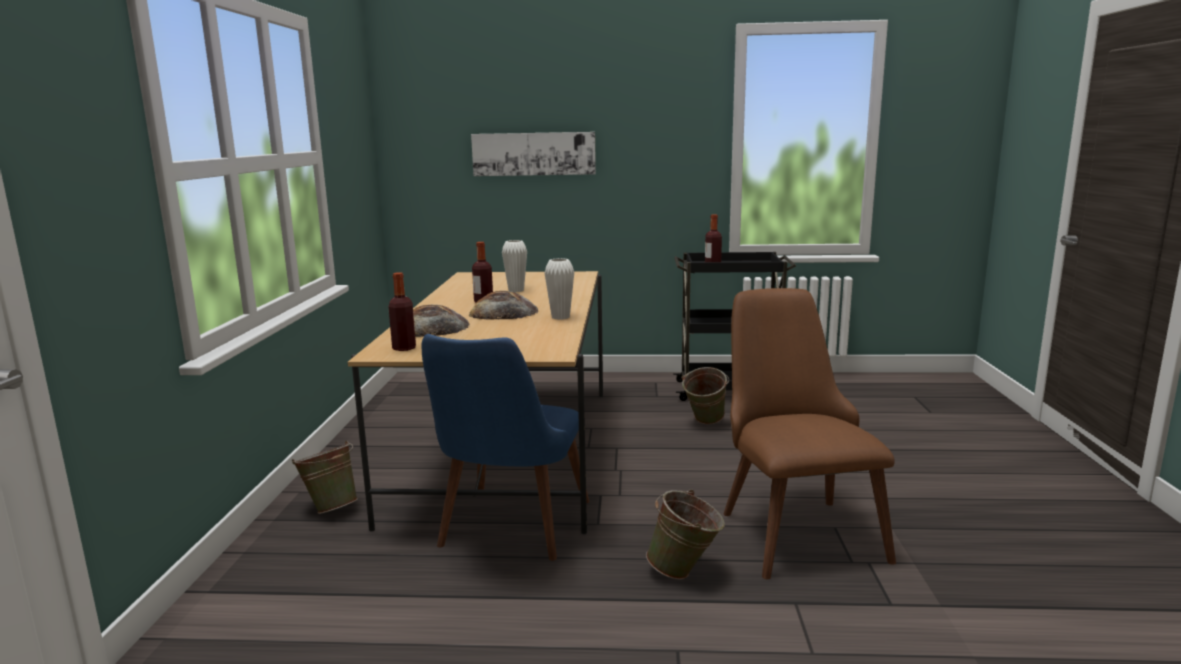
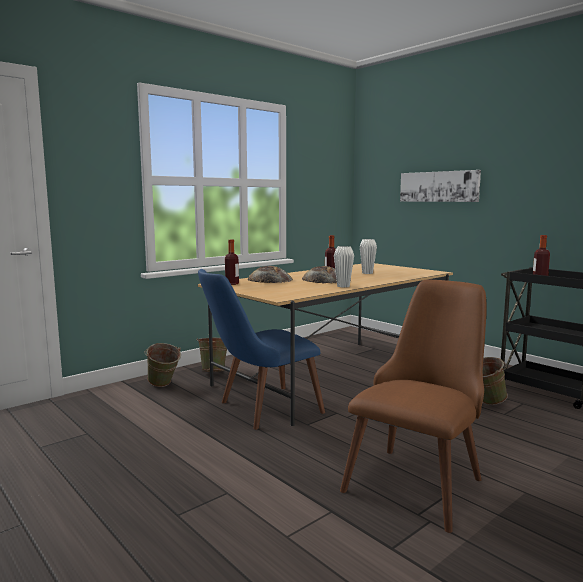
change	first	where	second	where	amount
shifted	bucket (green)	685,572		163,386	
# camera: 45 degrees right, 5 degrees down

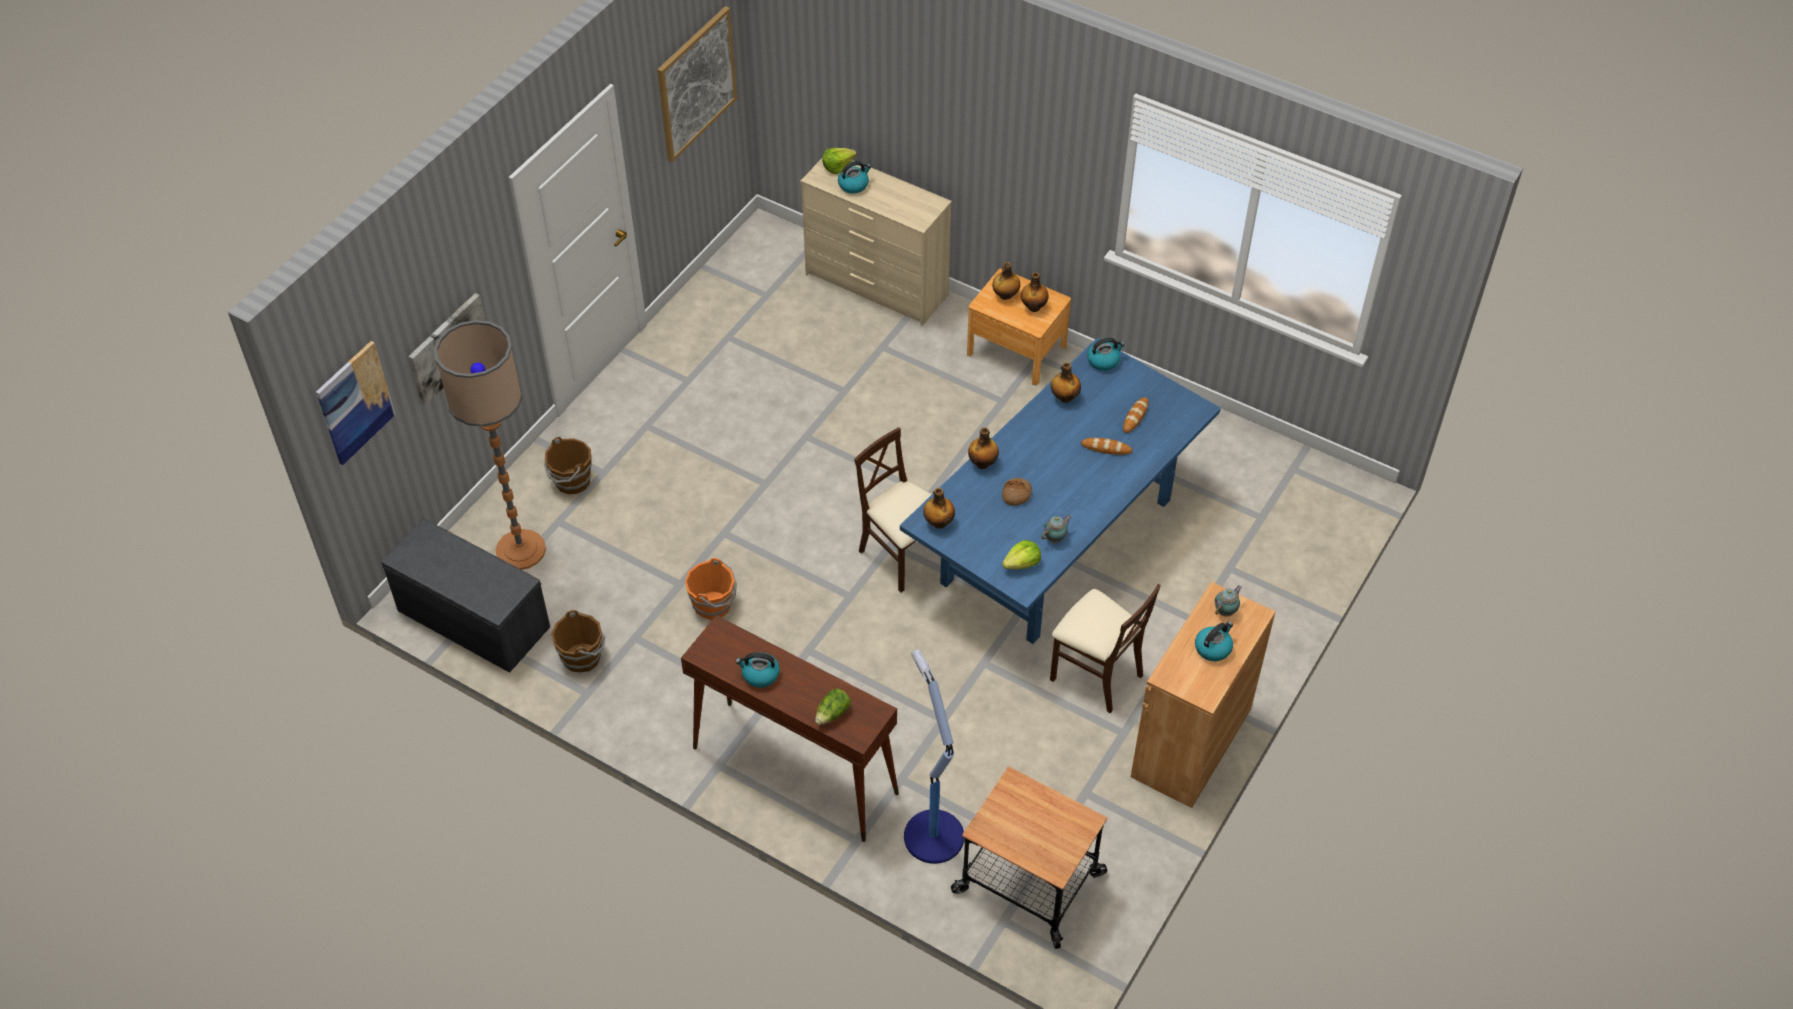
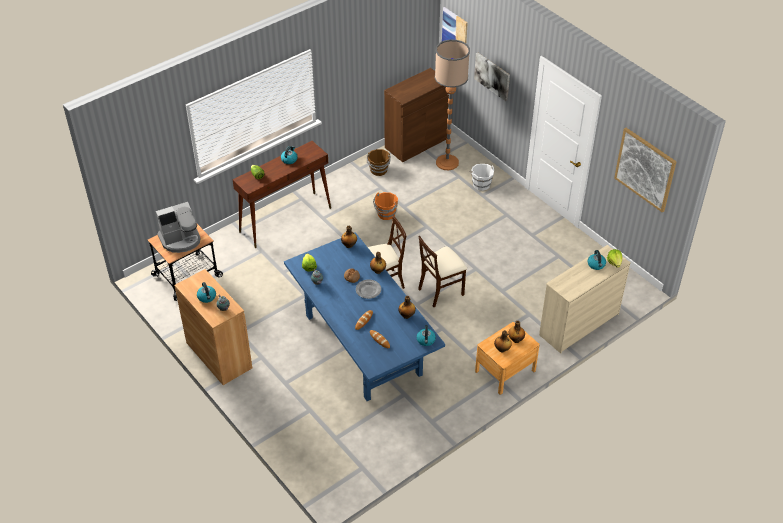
change	first	where	second	where	amount
gone	floor lamp	932,834			
new			coffee machine	180,239	
new			plate (grey)	368,290	
shifted	chair (beige)	1096,675		441,291	
swapped	bench (grey)	471,619	cabinet (brown)	415,143	
repainted	bucket (brown)	571,481	bucket (white)	481,184	
# camera: 110 degrees right, 5 degrees down

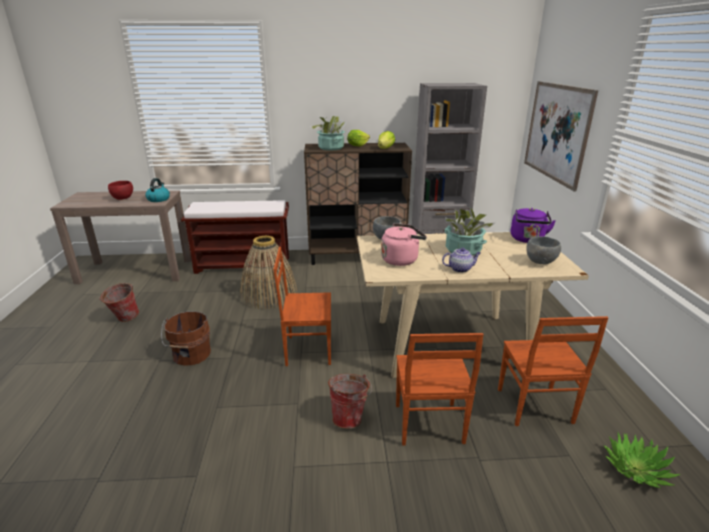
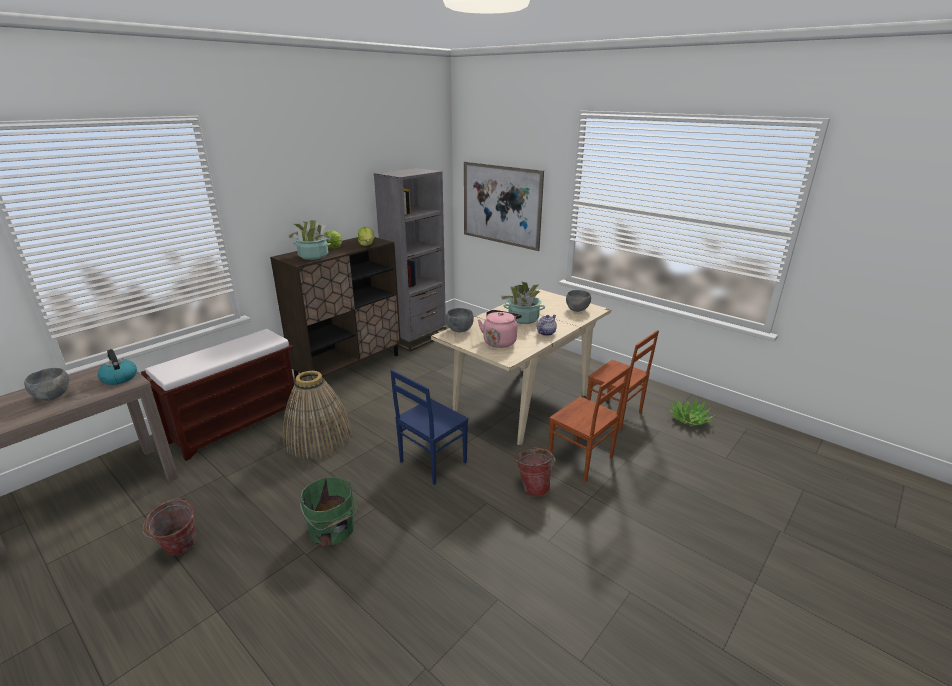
change	first	where	second	where	amount
gone	kettle (purple)	527,240			
repainted	bowl (red)	123,198	bowl (grey)	53,396	
repainted	bucket (brown)	191,355	bucket (green)	332,530	
repainted	chair (brown)	308,349	chair (blue)	431,462	
# camera: 45 degrees left, 0 degrees up

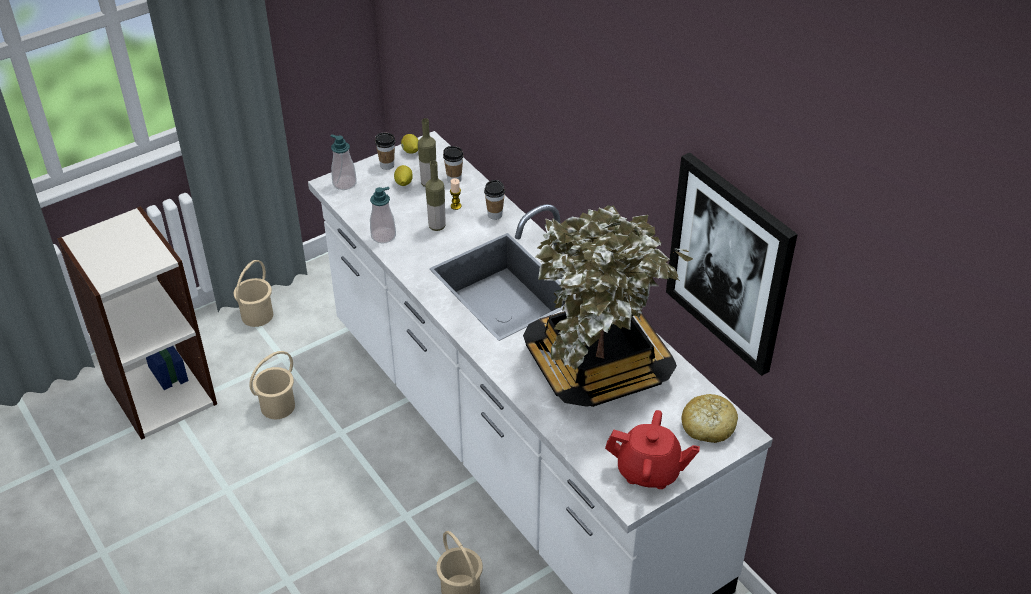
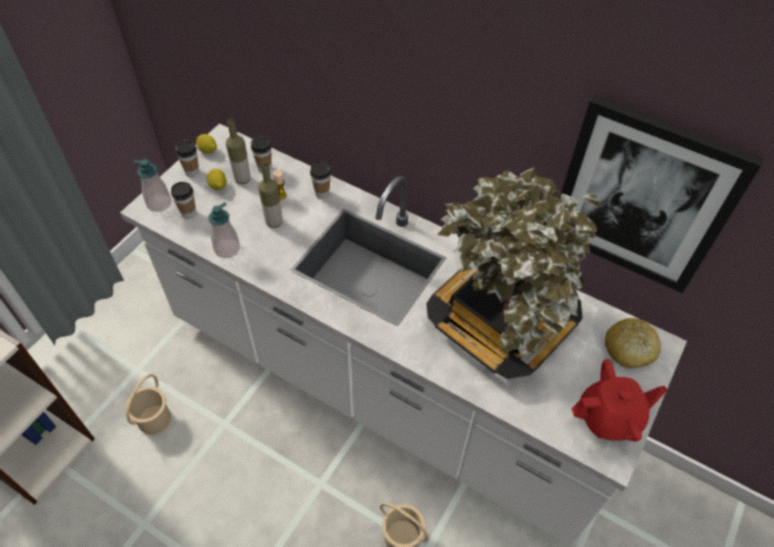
change	first	where	second	where	amount
gone	bucket (beige)	256,315			
new			cup	189,213	
# camera: 25 degrees left, 10 degrees up

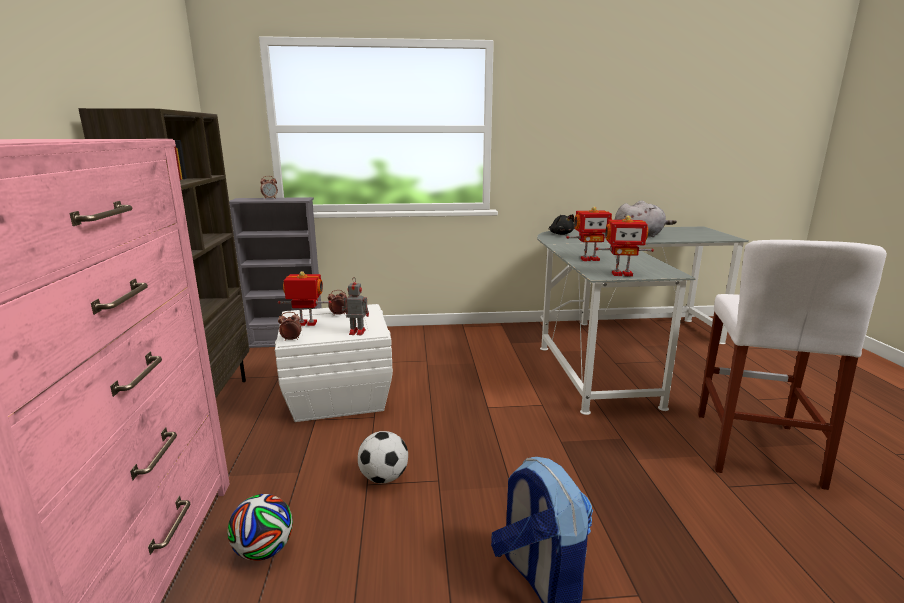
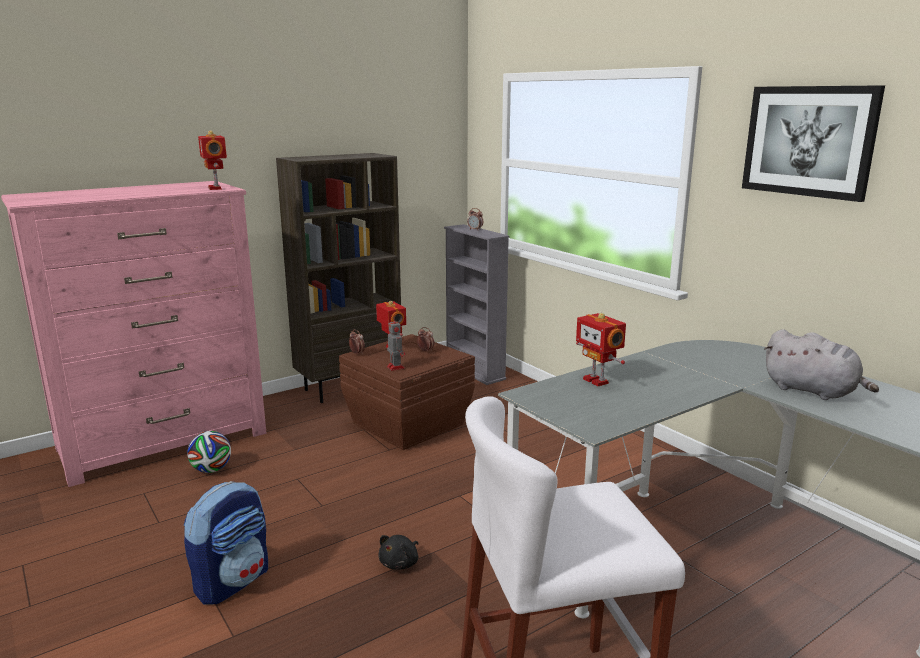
change	first	where	second	where	amount
gone	football	384,478			
new			picture	808,141	
shifted	plush toy (black)	561,234		400,563	
shifted	toy robot	621,274		216,188	
repainted	storage box (white)	337,395	storage box (brown)	408,423	
# camera: 60 degrees right, 0 degrees up

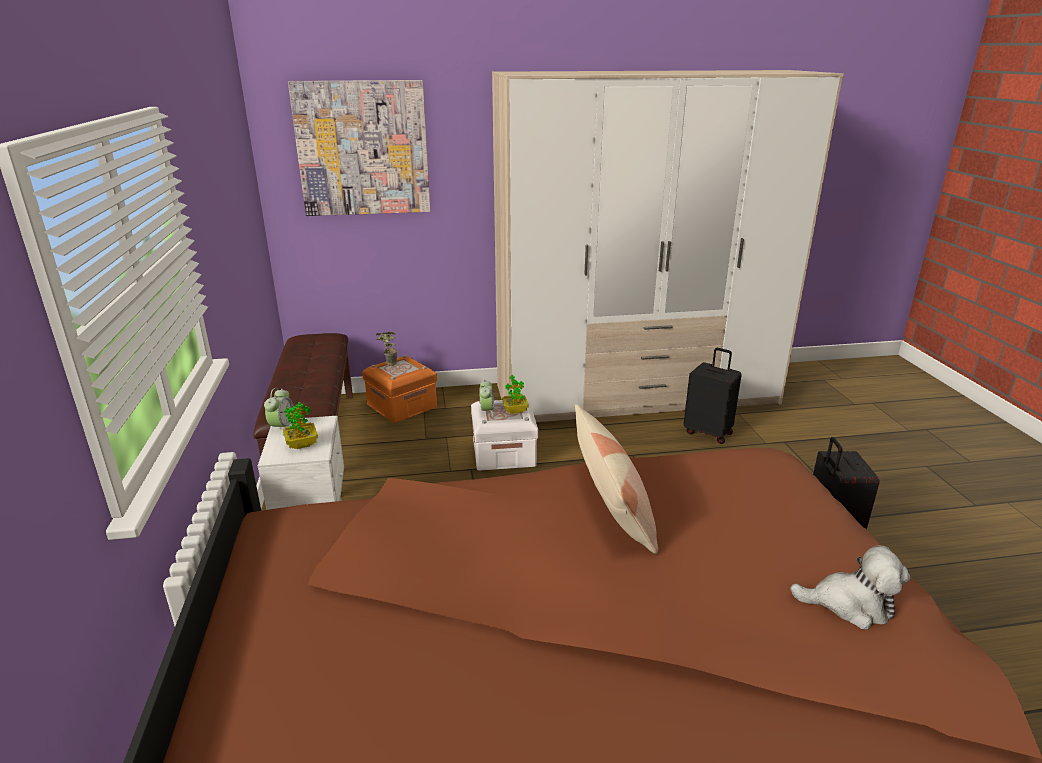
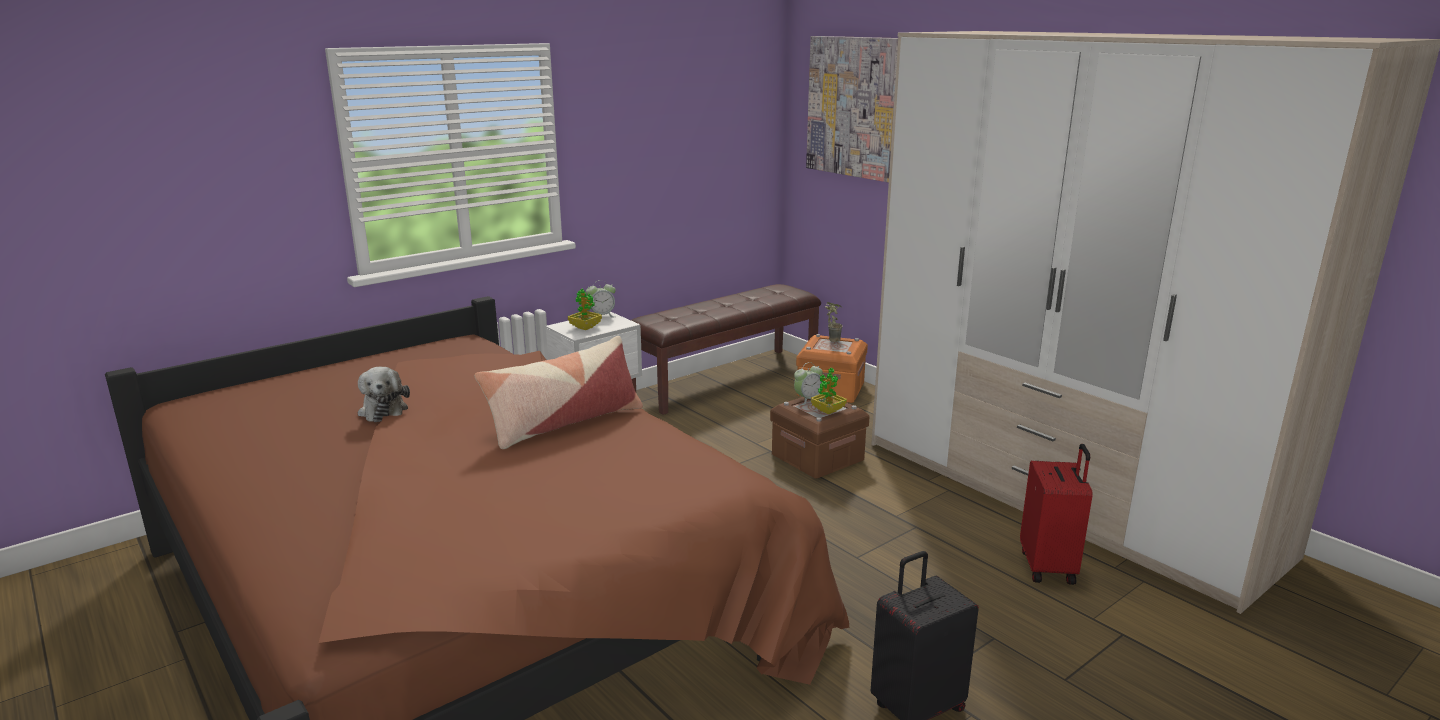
change	first	where	second	where	amount
shifted	plush toy	850,605		384,410	
repainted	storage box (white)	503,453	storage box (brown)	817,457	
repainted	suitcase (black)	708,432	suitcase (red)	1049,567	
# camera: 60 degrees right, 5 degrees down

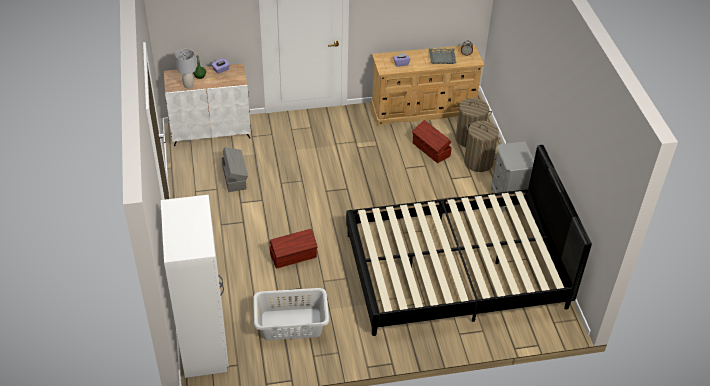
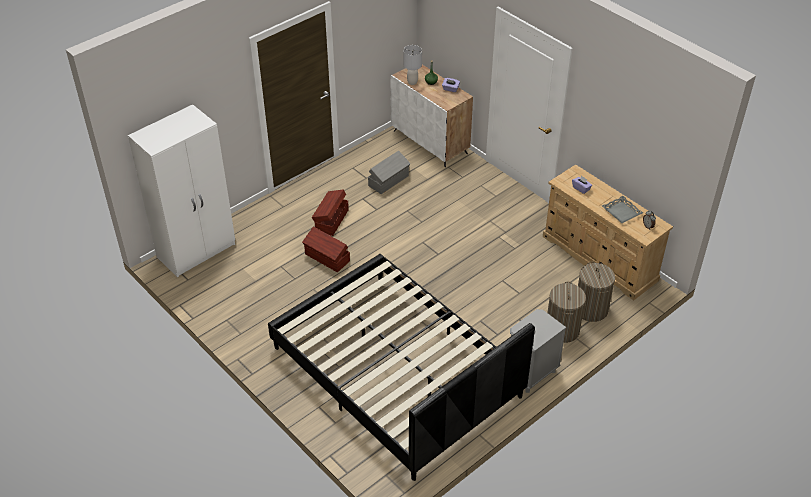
change	first	where	second	where	amount
gone	laundry basket (grey)	291,324			
shifted	storage box (brown)	431,150		331,220	
# camera: 60 degrees right, 0 degrees up

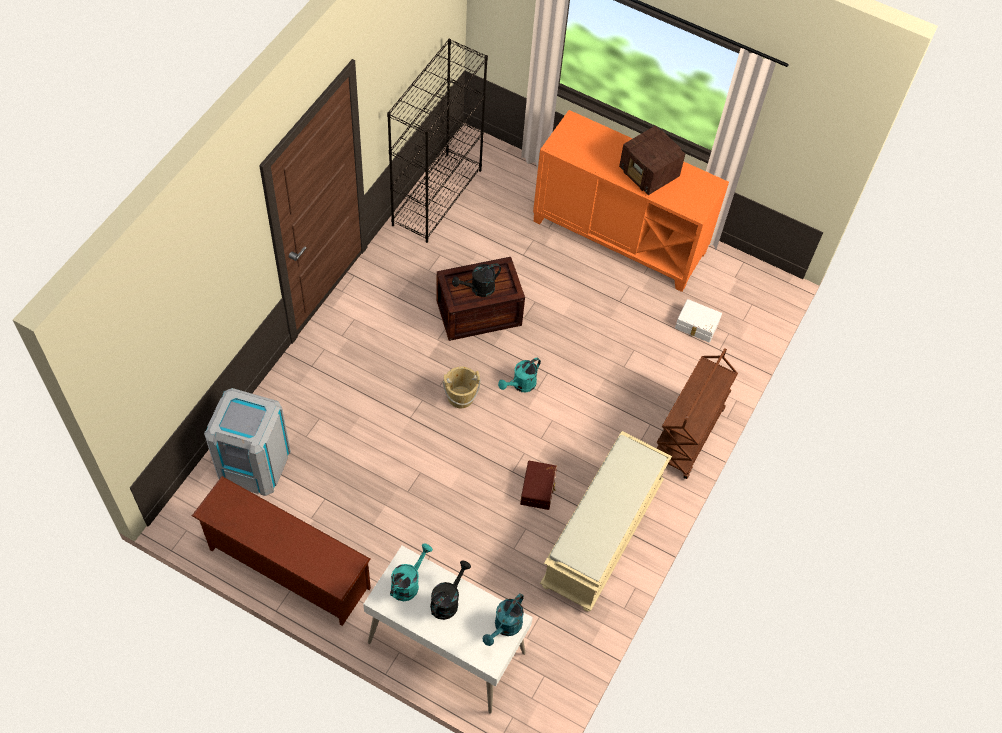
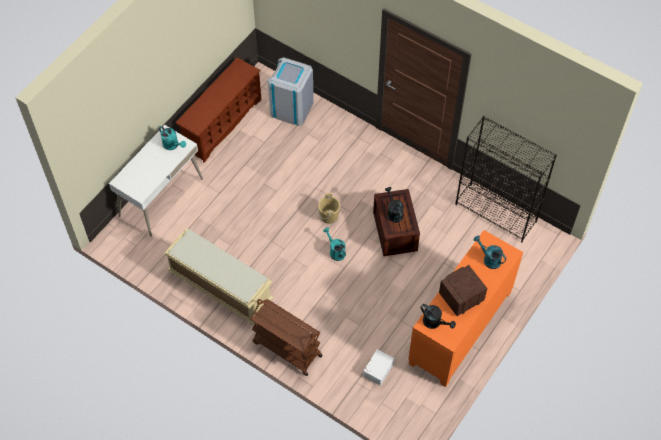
change	first	where	second	where	amount
gone	storage box (brown)	539,489			
shifted	watering can (black)	447,601		434,323	
shifted	watering can (turquoise)	505,627		489,259	
# camera: 100 degrees right, 0 degrees up

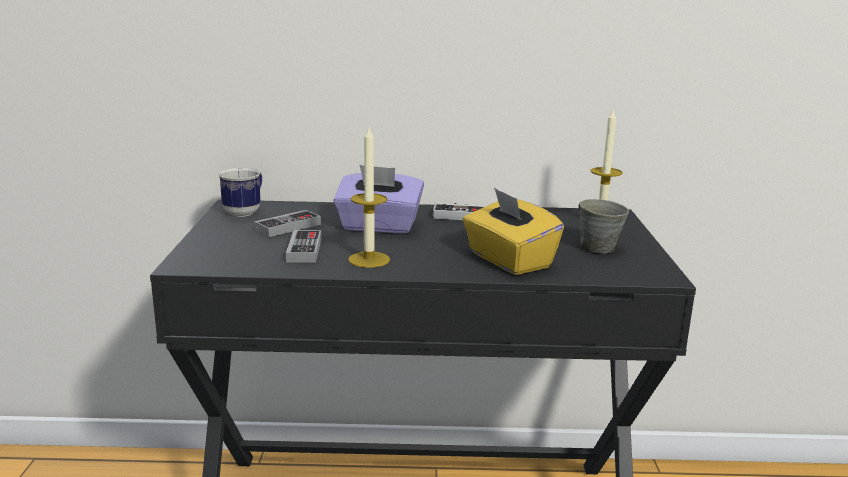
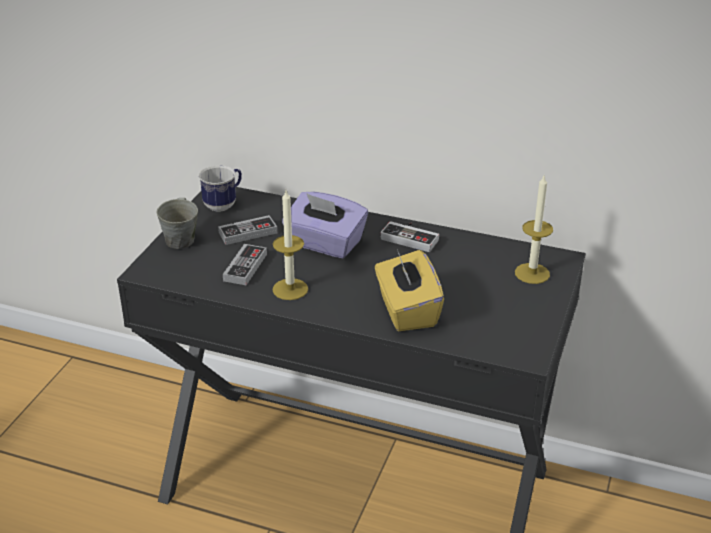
change	first	where	second	where	amount
shifted	mug (grey)	596,247		181,240	
# camera: 20 degrees right, 15 degrees up

